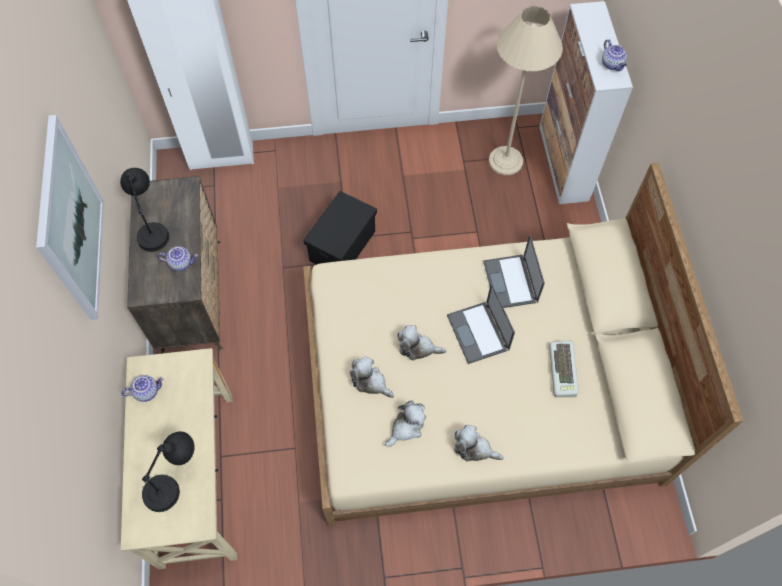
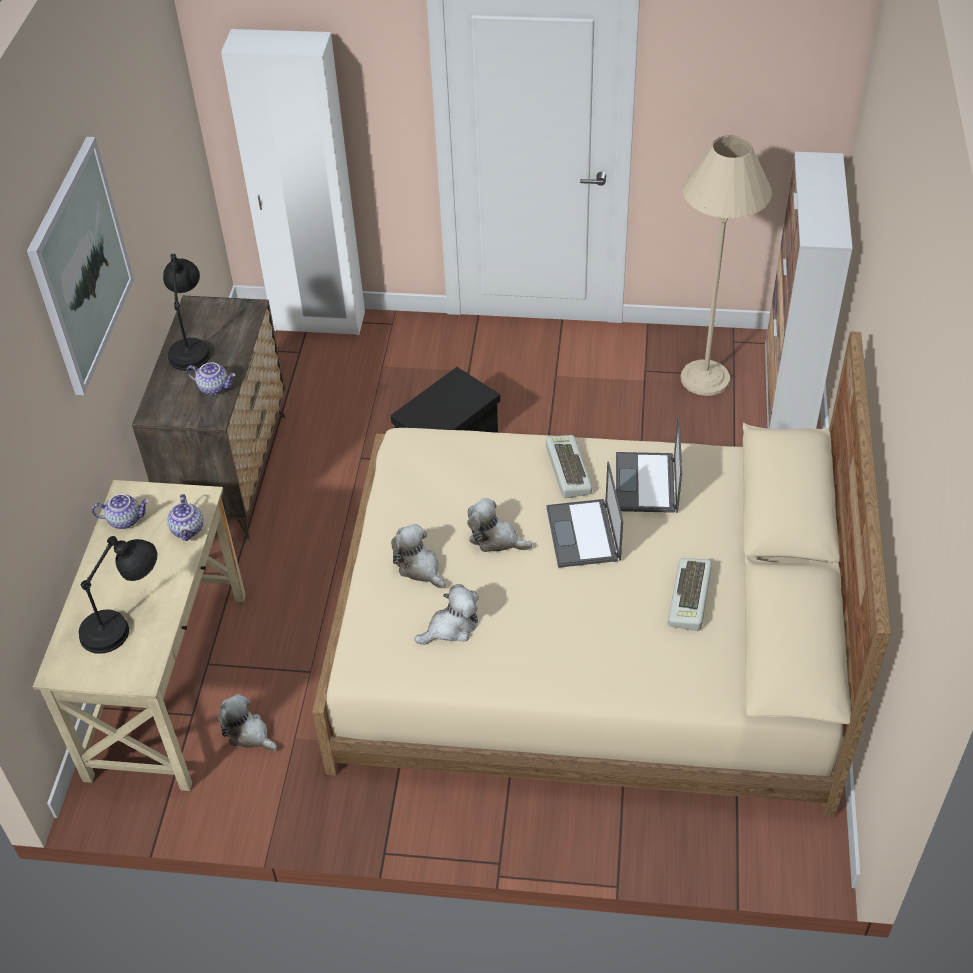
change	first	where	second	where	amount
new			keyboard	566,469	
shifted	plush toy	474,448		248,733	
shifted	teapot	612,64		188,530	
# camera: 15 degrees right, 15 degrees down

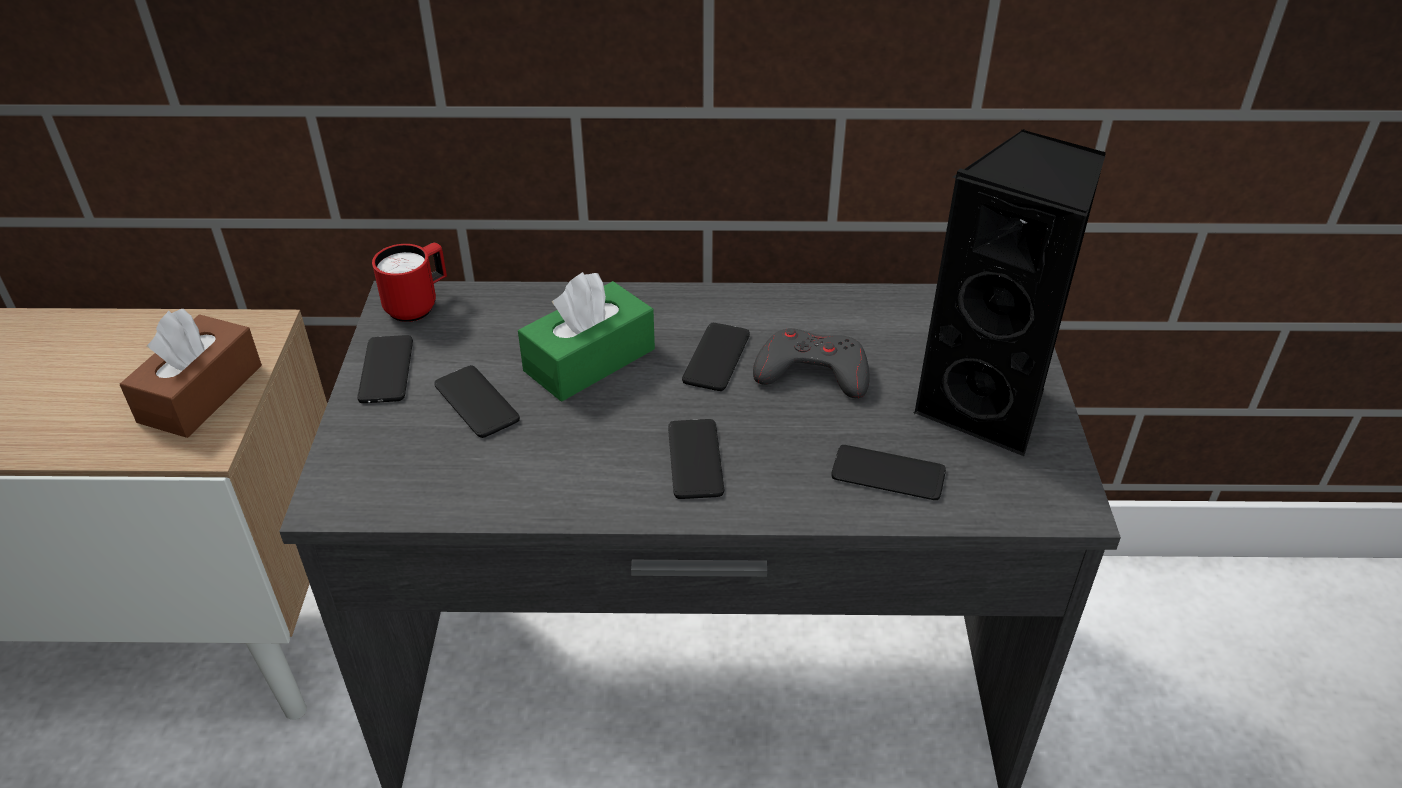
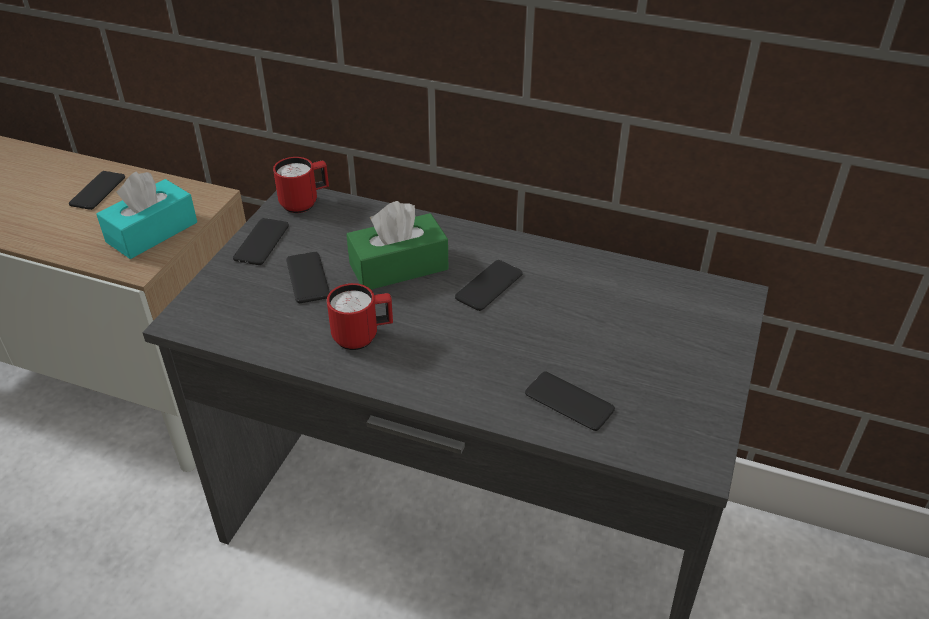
change	first	where	second	where	amount
gone	game controller (grey)	812,372			
gone	speaker (black)	988,407			
new			mug (red)	363,337	
shifted	phone	695,459		98,191	
repainted	tissue box (brown)	201,393	tissue box (turquoise)	152,232	
# camera: 20 degrees right, 0 degrees up

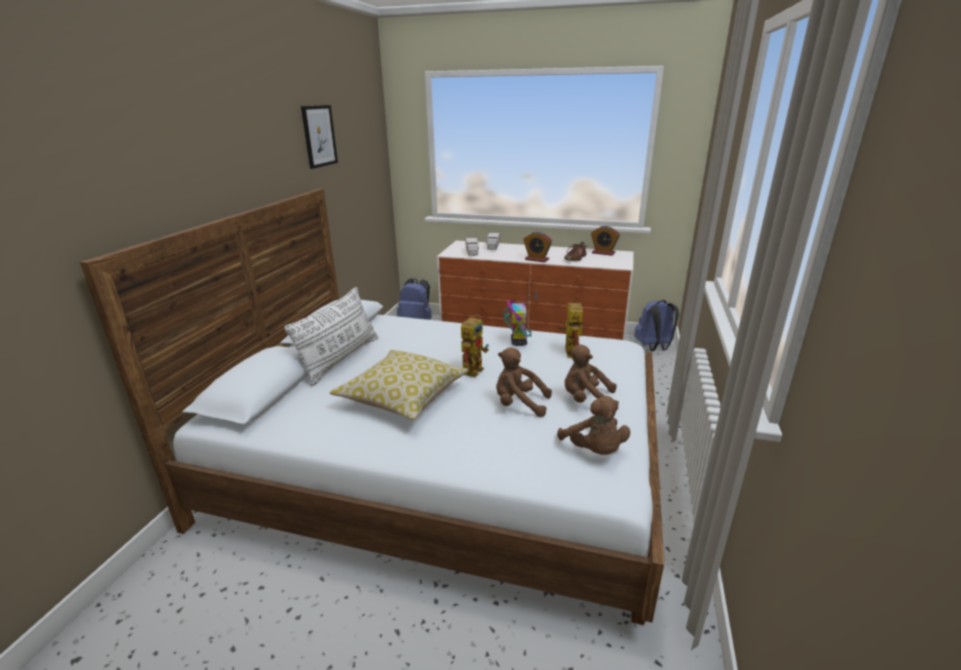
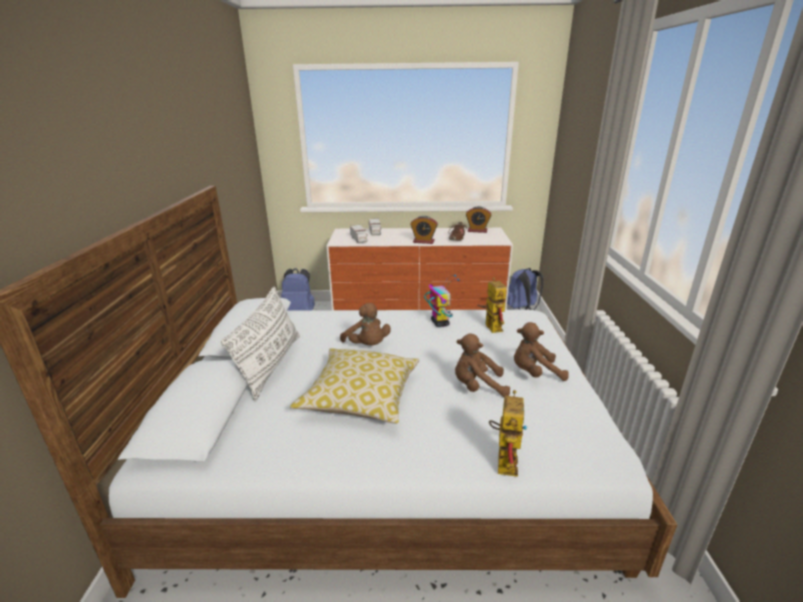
change	first	where	second	where	amount
gone	picture	319,136			
shifted	toy robot	473,368		504,459	
shifted	plush toy (brown)	594,451		367,345	
# camera: 15 degrees left, 0 degrees up

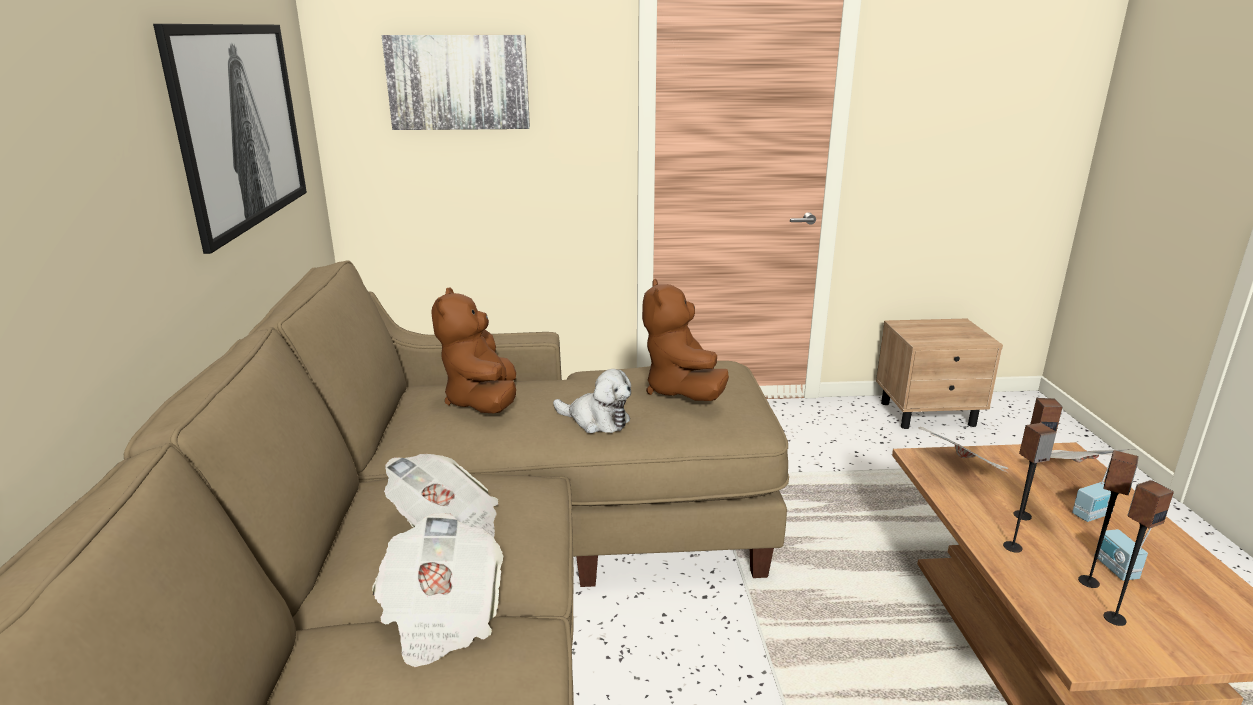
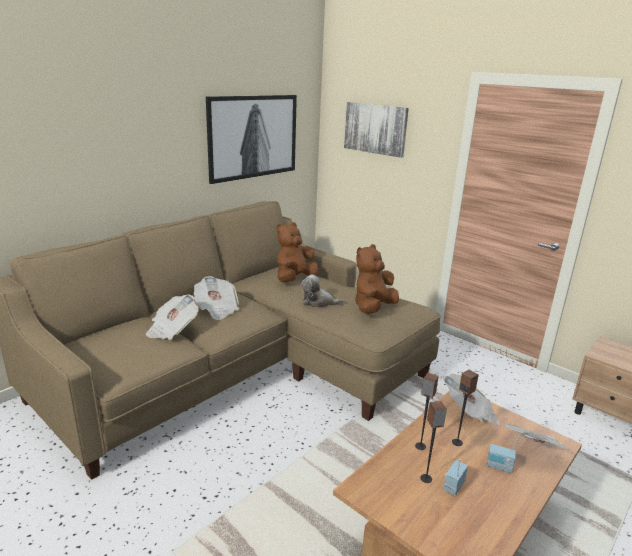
change	first	where	second	where	amount
gone	speaker	1114,618			
rotated	plush toy	596,420		318,302	120 degrees clockwise
# camera: 45 degrees right, 0 degrees up

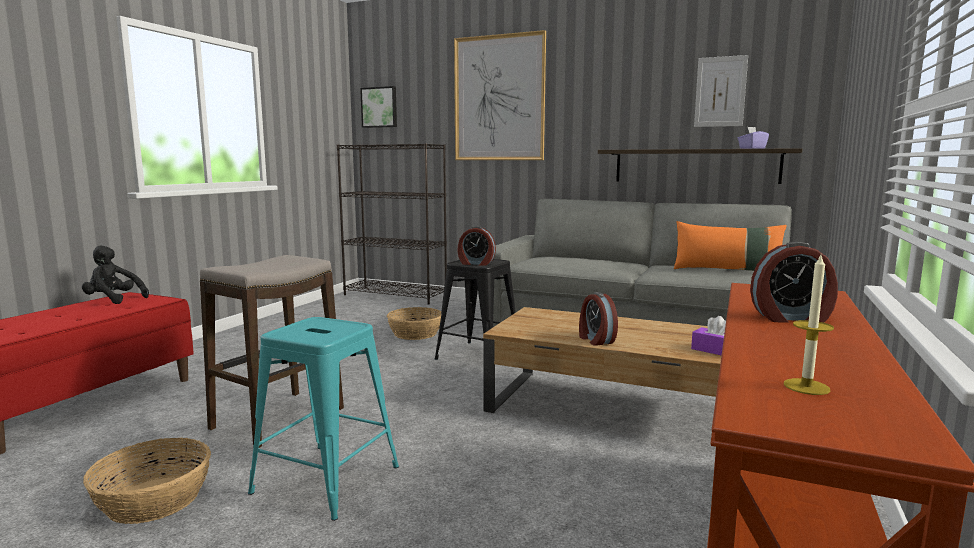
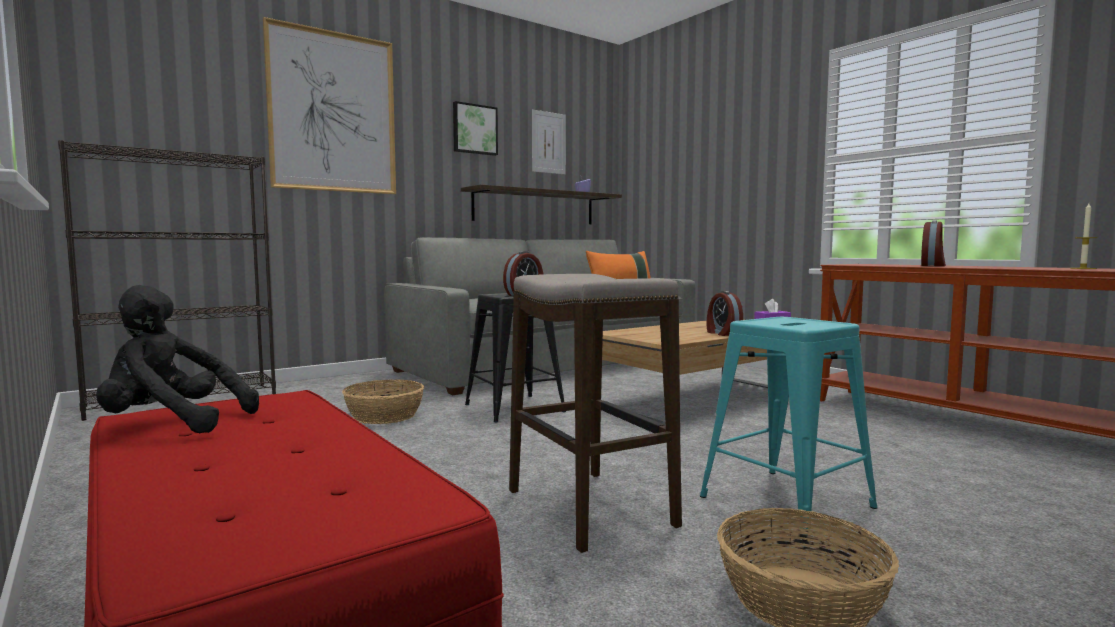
change	first	where	second	where	amount
shifted	picture	379,107		474,129	
rotated	plush toy (black)	113,300		171,424	45 degrees clockwise
rotated	alarm clock	595,340		722,333	60 degrees clockwise
# camera: 60 degrees left, 5 degrees down

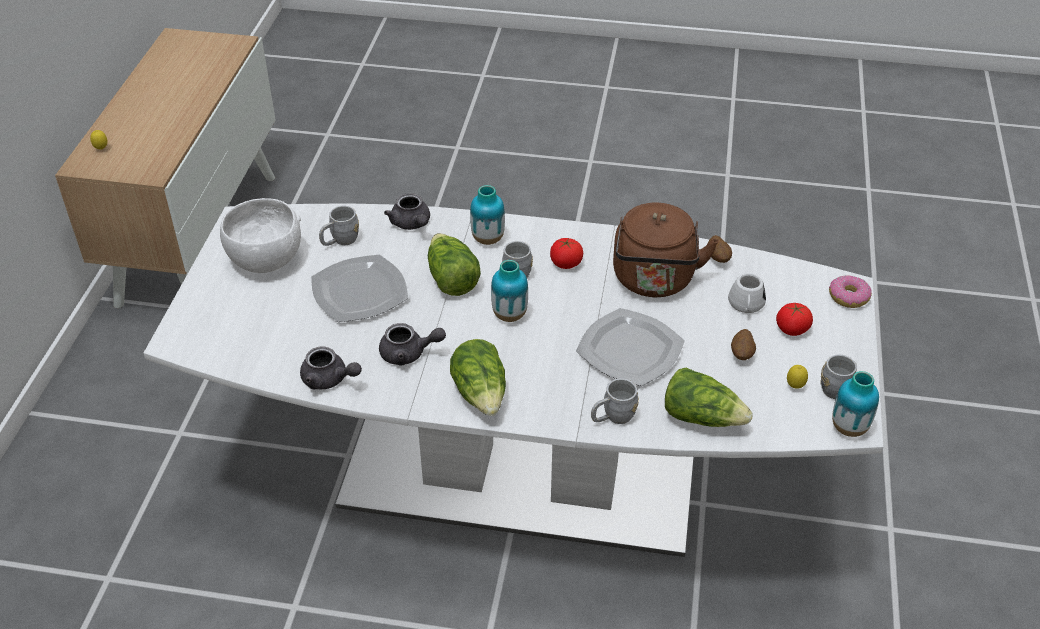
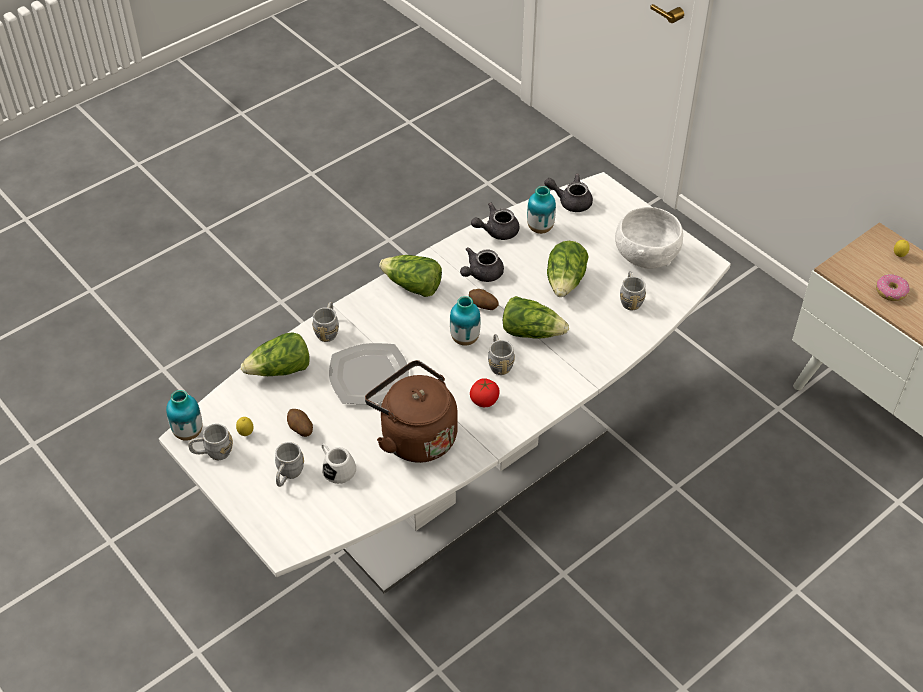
change	first	where	second	where	amount
shifted	teapot (grey)	412,224		570,201	
shifted	vase	488,239		540,228	
shifted	potato	718,258		483,306	
shifted	donut	849,297		891,292	
swapped	plate	358,291	lettuce	565,282	
swapped	tomato	792,329	mug (grey)	288,475	
# camera: 130 degrees right, 5 degrees up

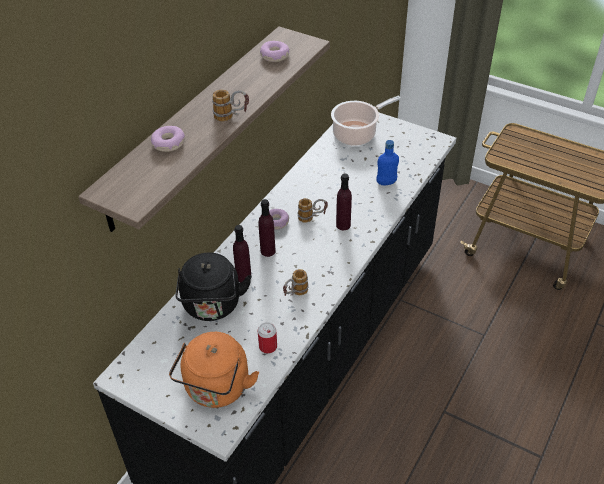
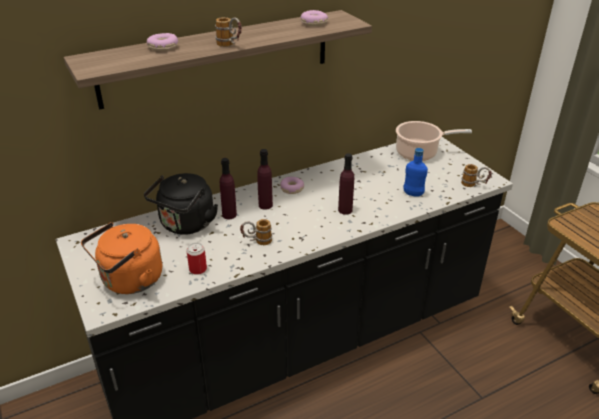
change	first	where	second	where	amount
shifted	mug	312,218		474,185	
# camera: 30 degrees right, 10 degrees down

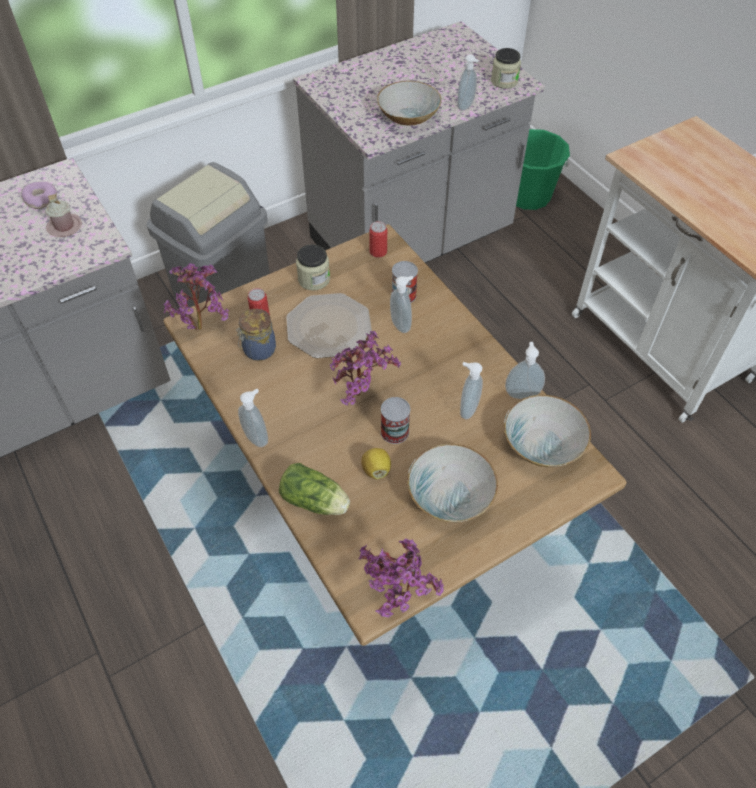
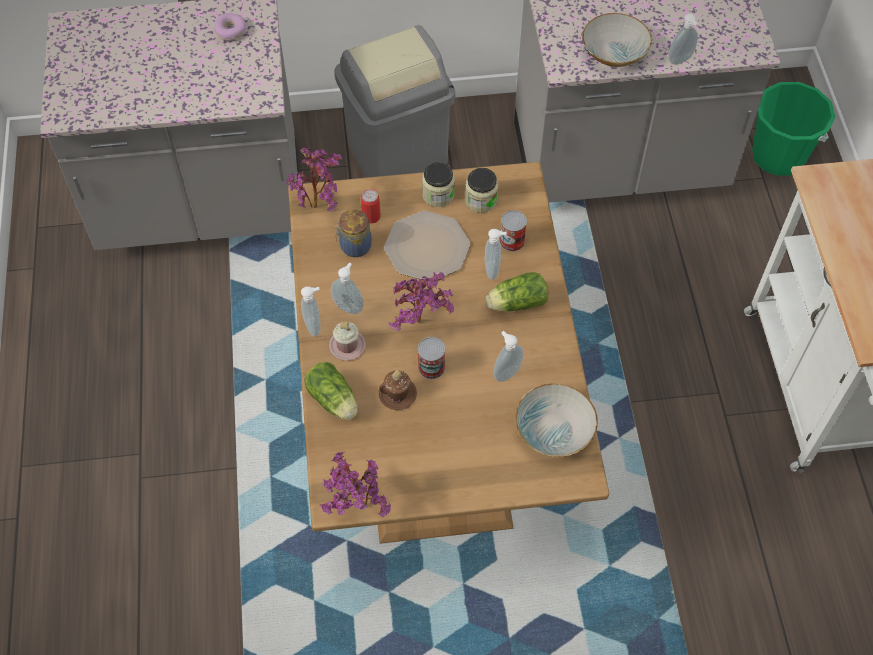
change	first	where	second	where	amount
gone	can	378,252			
gone	bowl	449,495			
new			lettuce	515,303	
shifted	mug (pink)	64,227		347,345	
shifted	jar	504,81		481,200	
shifted	soap dispenser	521,393		349,306	
swapped	lemon	376,470	mug (brown)	397,394	
# camera: 25 degrees right, 5 degrees up

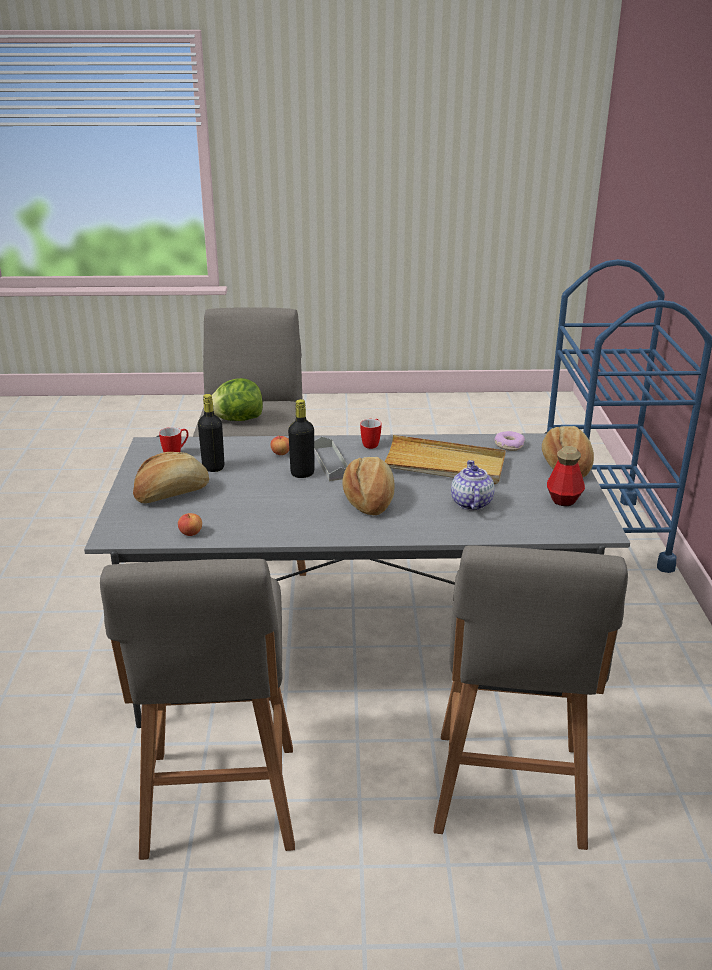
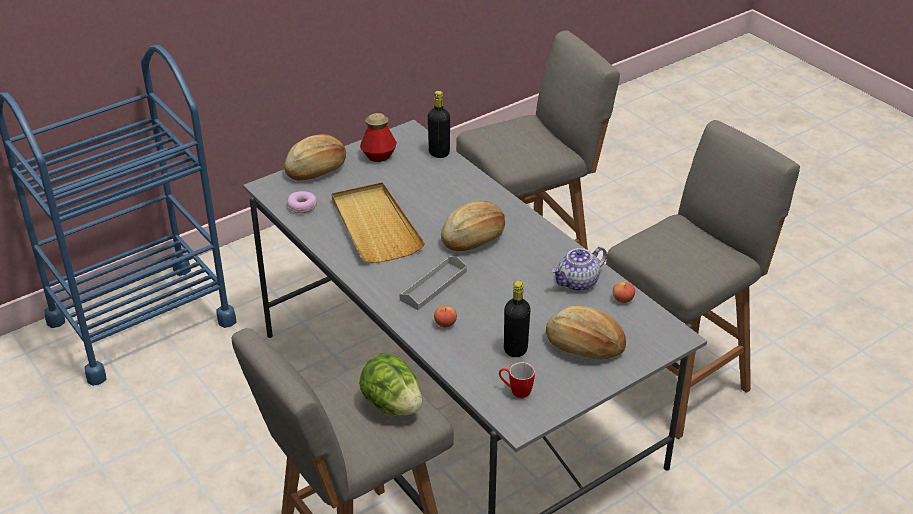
change	first	where	second	where	amount
gone	mug	372,444			
shifted	bottle (black)	302,473		439,153	
shifted	teapot	470,503		578,282	
# camera: 125 degrees left, 10 degrees up

